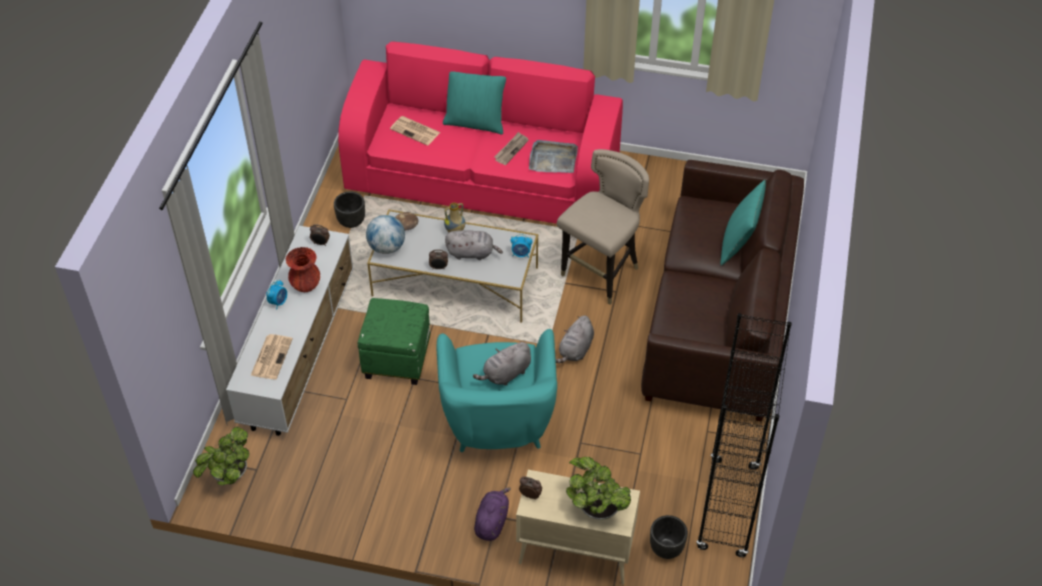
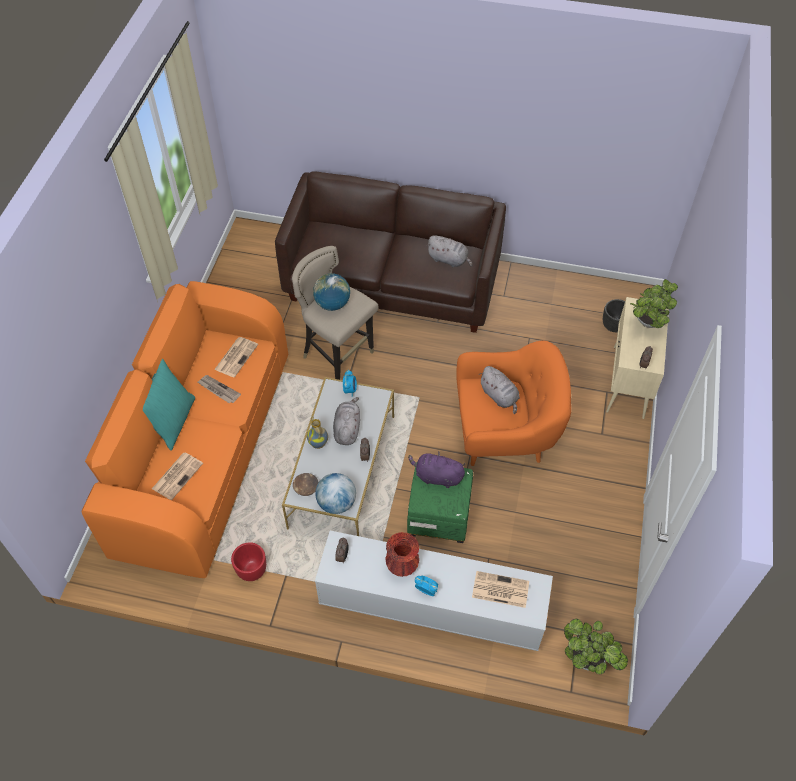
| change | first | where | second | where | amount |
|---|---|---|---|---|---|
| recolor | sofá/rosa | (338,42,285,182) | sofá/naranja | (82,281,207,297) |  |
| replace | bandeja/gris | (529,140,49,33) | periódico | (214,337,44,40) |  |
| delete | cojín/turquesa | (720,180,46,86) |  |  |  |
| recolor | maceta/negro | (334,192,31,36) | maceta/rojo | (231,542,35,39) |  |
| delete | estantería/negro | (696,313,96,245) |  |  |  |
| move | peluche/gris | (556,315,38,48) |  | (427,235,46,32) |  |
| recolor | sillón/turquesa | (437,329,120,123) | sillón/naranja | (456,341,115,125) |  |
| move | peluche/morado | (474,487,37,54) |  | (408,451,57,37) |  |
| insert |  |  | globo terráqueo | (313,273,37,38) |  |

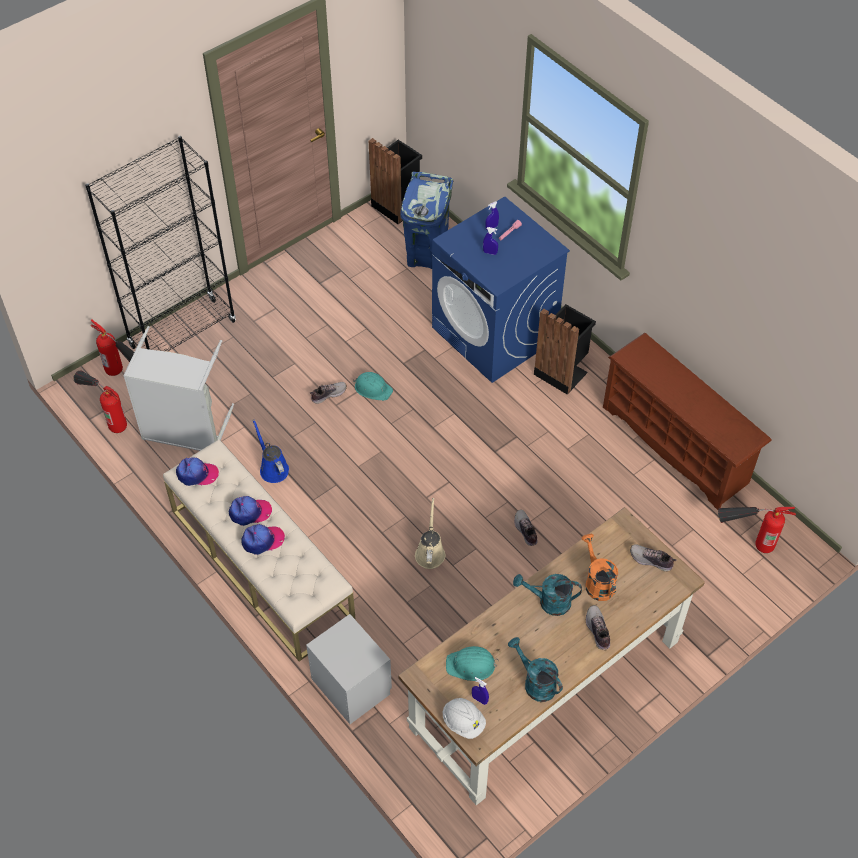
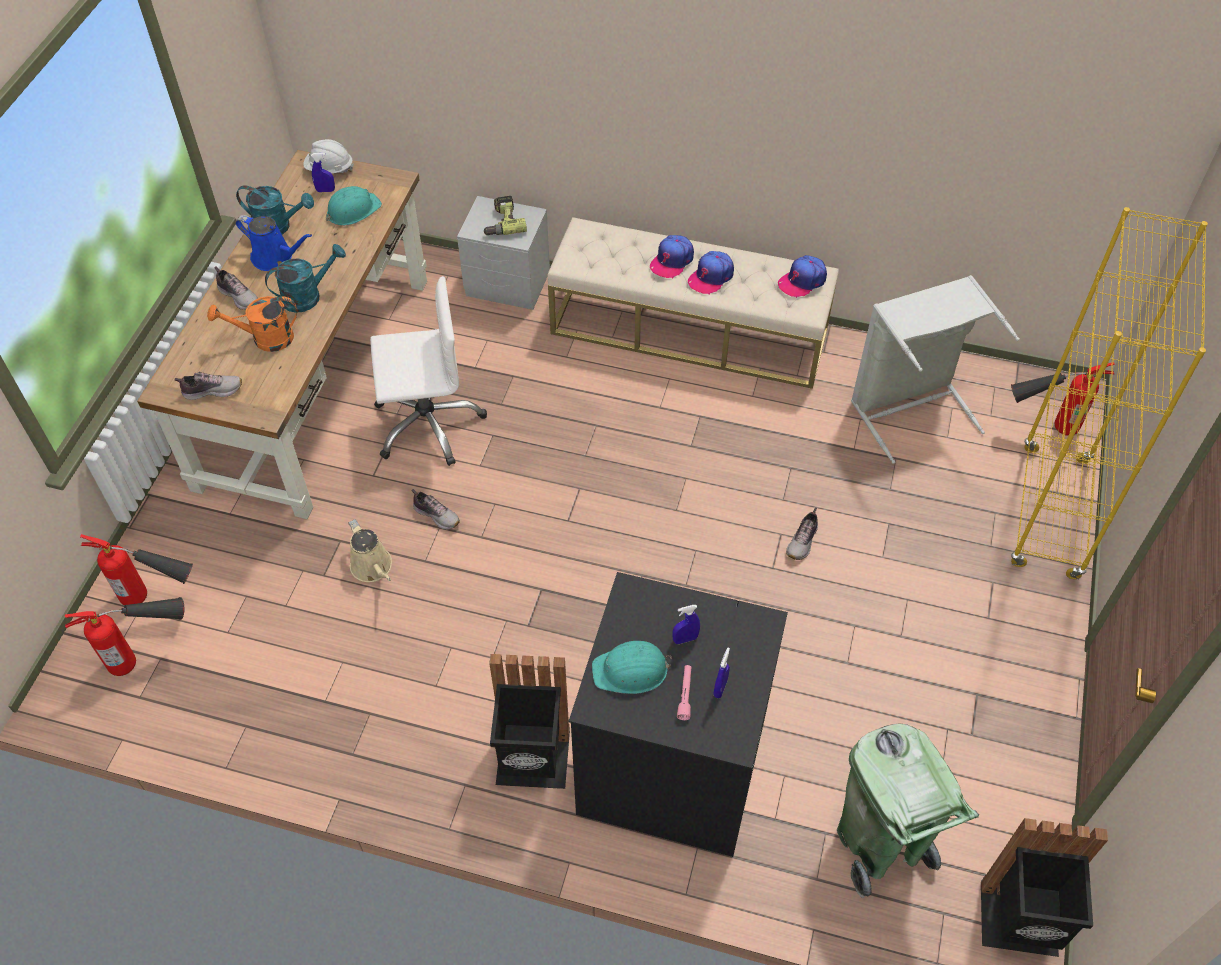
| change | first | where | second | where | amount |
|---|---|---|---|---|---|
| recolor | estantería/negro | (85,136,151,216) | estantería/amarillo | (1011,207,197,373) |  |
| recolor | papelera/azul | (401,172,52,97) | papelera/verde | (837,724,142,174) |  |
| recolor | lavadora/azul | (432,196,138,187) | lavadora/negro | (569,572,219,285) |  |
| delete | zapatero/marrón | (603,333,169,177) |  |  |  |
| move | extintor | (73,371,54,62) |  | (80,534,113,72) |  |
| move | casco/turquesa | (353,372,40,29) |  | (592,641,80,53) |  |
| move | regadera/azul | (252,419,37,64) |  | (235,215,77,56) |  |
| move | regadera/beis | (415,498,31,71) |  | (348,519,44,63) |  |
| rotate | regadera/naranja | (581,534,37,67) |  | (207,296,90,56) | 135 degrees clockwise |
| insert |  |  | taladro | (483,196,44,39) |  |
| insert |  |  | silla de oficina/blanco | (370,276,117,190) |  |

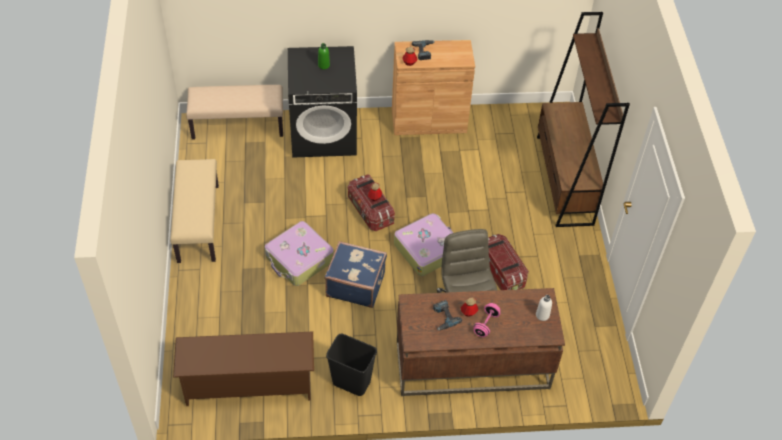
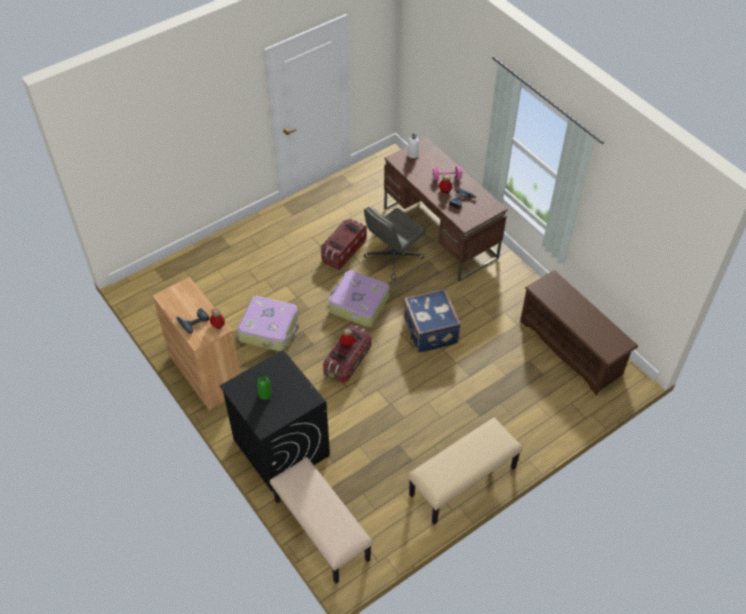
| change | first | where | second | where | amount |
|---|---|---|---|---|---|
| delete | estantería/marrón | (537,12,93,215) |  |  |  |
| move | maleta | (265,221,69,65) |  | (237,296,62,55) |  |
| delete | papelera/negro | (326,334,51,62) |  |  |  |

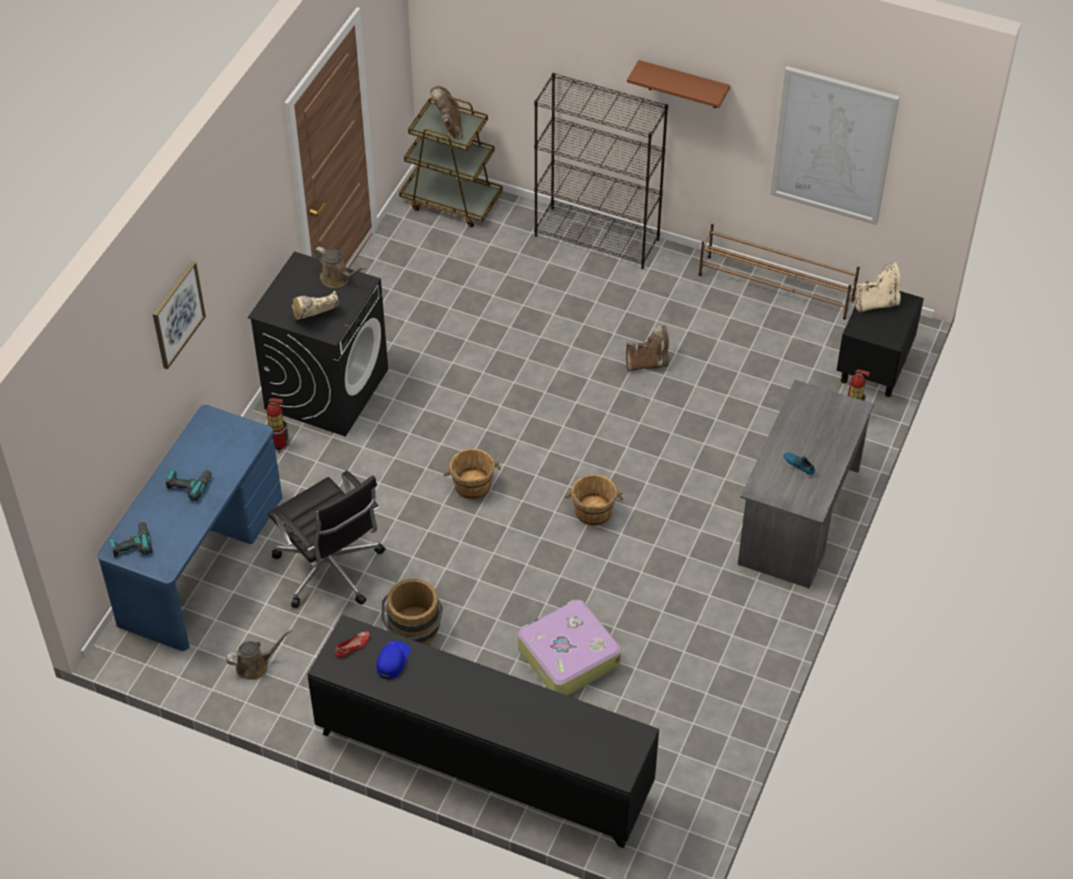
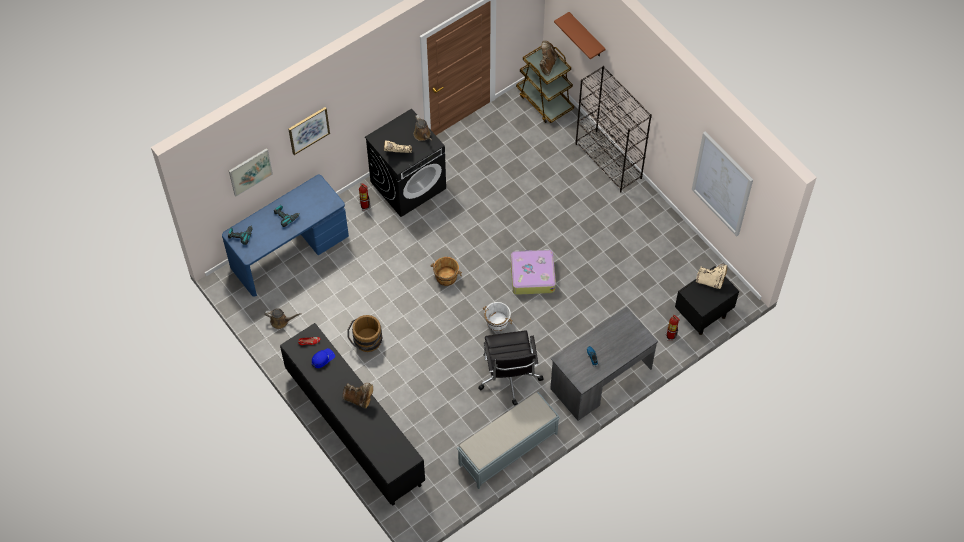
| change | first | where | second | where | amount |
|---|---|---|---|---|---|
| move | estante/marrón | (627,60,103,48) |  | (554,12,52,47) |  |
| delete | zapatero/marrón | (699,224,161,96) |  |  |  |
| move | bota/marrón | (626,325,43,46) |  | (342,383,31,25) |  |
| move | silla de oficina/negro | (268,471,118,137) |  | (478,330,66,76) |  |
| recolor | cubo/marrón | (565,475,58,51) | cubo/blanco | (483,302,30,29) |  |
| move | maleta | (518,599,103,97) |  | (511,249,45,46) |  |
| insert |  |  | cuadro | (229,148,44,48) |  |
| insert |  |  | banco/gris | (457,392,103,97) |  |

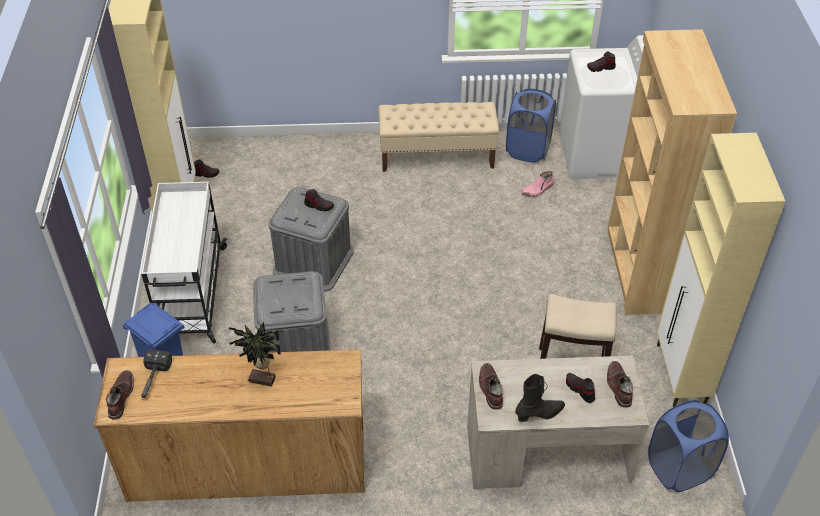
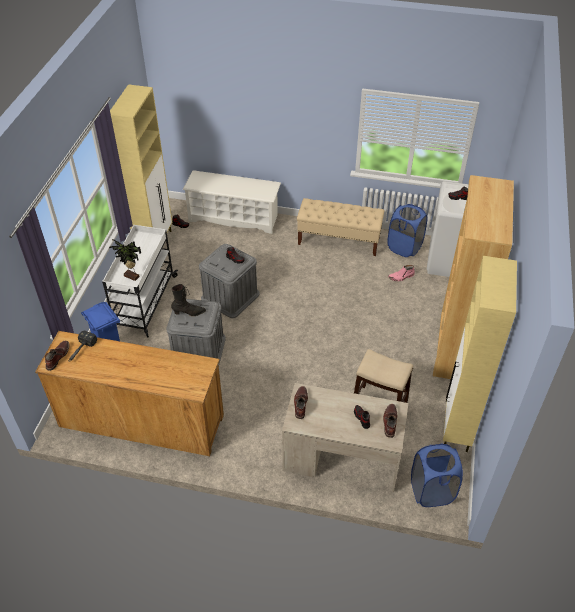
| change | first | where | second | where | amount |
|---|---|---|---|---|---|
| move | planta en maceta | (229,322,52,65) |  | (109,239,32,42) |  |
| move | bota/negro | (515,374,50,48) |  | (171,284,35,32) |  |
| insert |  |  | zapatero/blanco | (183,170,98,64) |  |

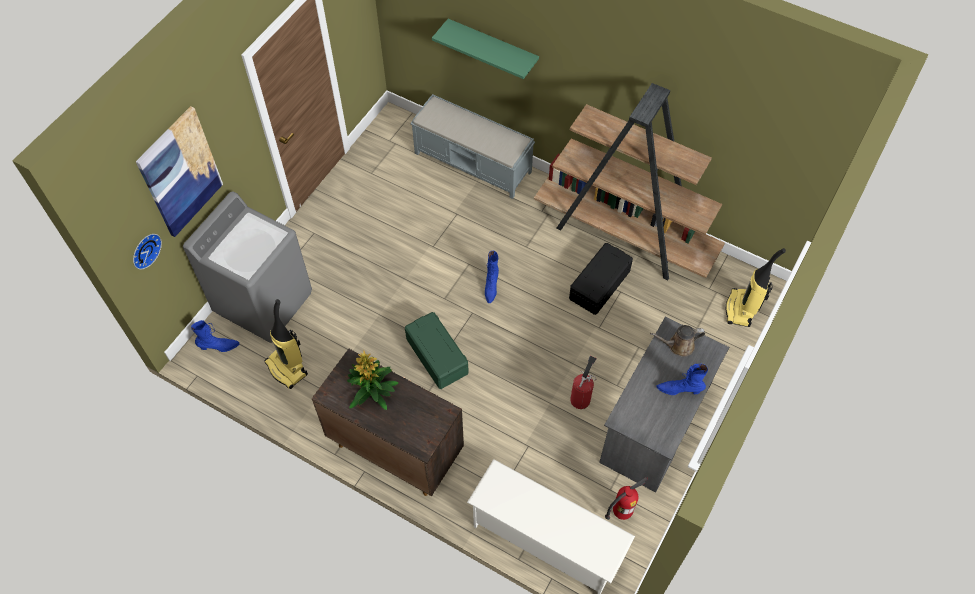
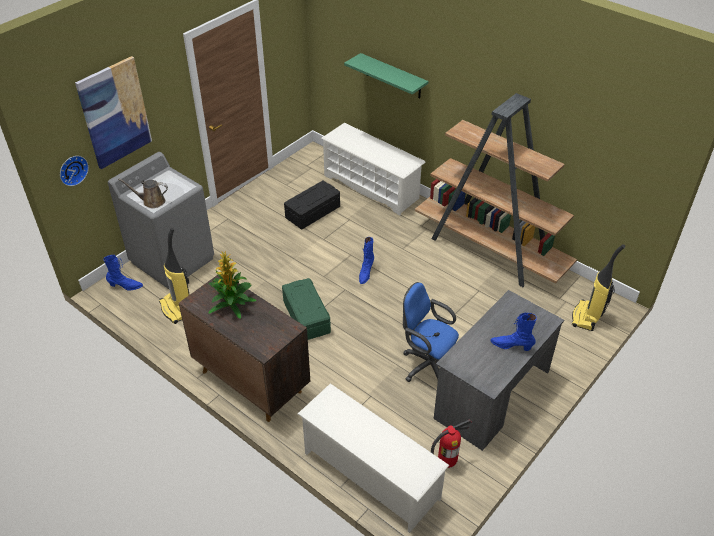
| change | first | where | second | where | amount |
|---|---|---|---|---|---|
| replace | banco/gris | (410,94,125,105) | zapatero/blanco | (322,123,104,93) |  |
| move | caja de almacenaje/negro | (569,243,64,72) |  | (284,181,56,48) |  |
| move | regadera/marrón | (650,325,55,32) |  | (118,178,50,30) |  |
| replace | extintor | (570,356,27,53) | silla de oficina/azul | (403,282,56,100) |  |

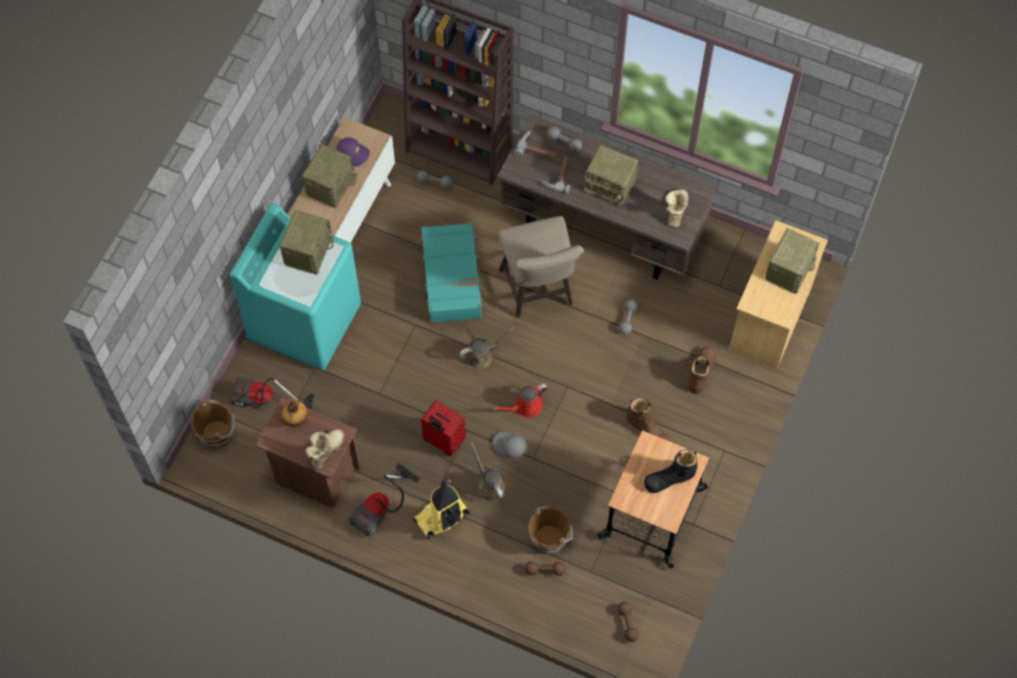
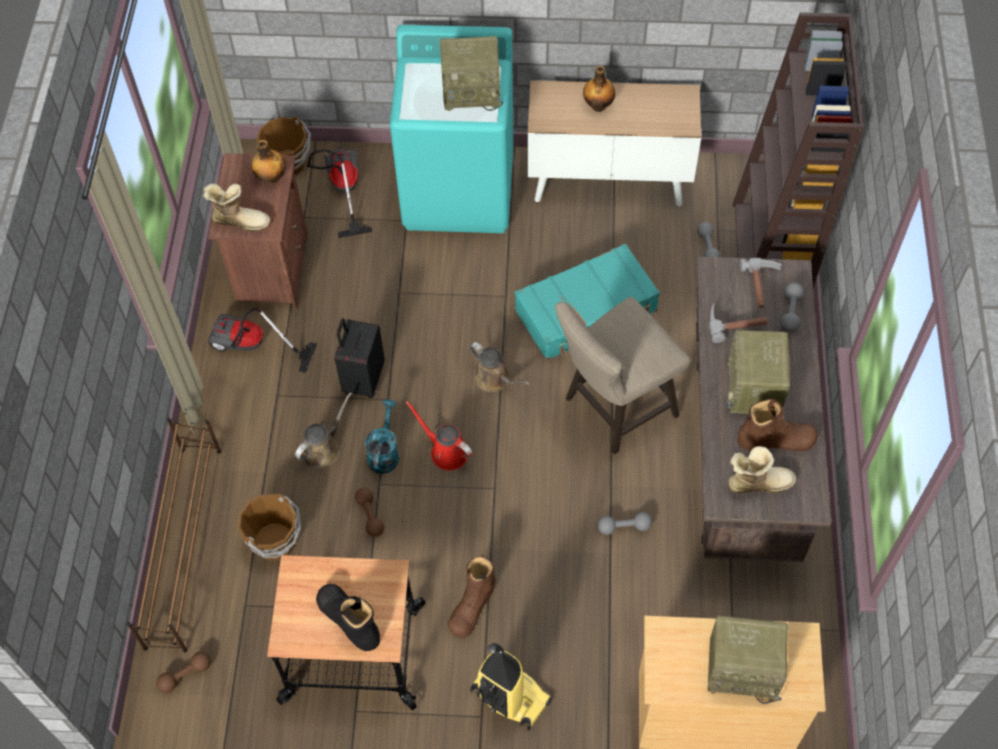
| change | first | where | second | where | amount |
|---|---|---|---|---|---|
| delete | gorra/morado | (336,138,34,29) |  |  |  |
| replace | radio | (302,144,55,64) | botella | (583,66,32,46) |  |
| move | bota/marrón | (688,346,28,48) |  | (737,399,81,52) |  |
| recolor | maleta/rojo | (421,400,45,56) | maleta/negro | (334,318,51,80) |  |
| replace | gorra/gris | (493,431,34,28) | regadera/turquesa | (365,400,34,74) |  |
| move | aspiradora | (413,478,57,62) |  | (470,643,82,88) |  |
| move | mancuerna/marrón | (525,561,41,15) |  | (355,488,29,49) |  |
| insert |  |  | zapatero/marrón | (127,418,94,234) |  |

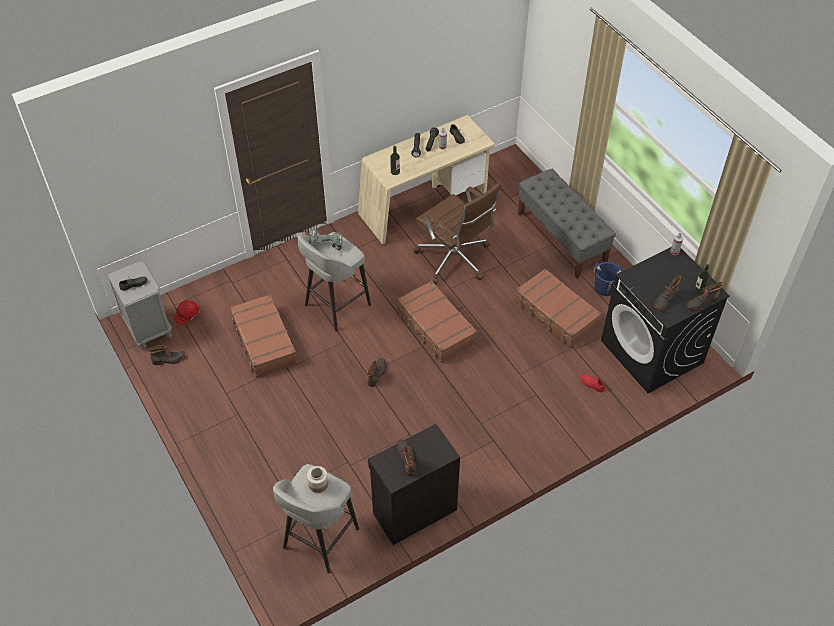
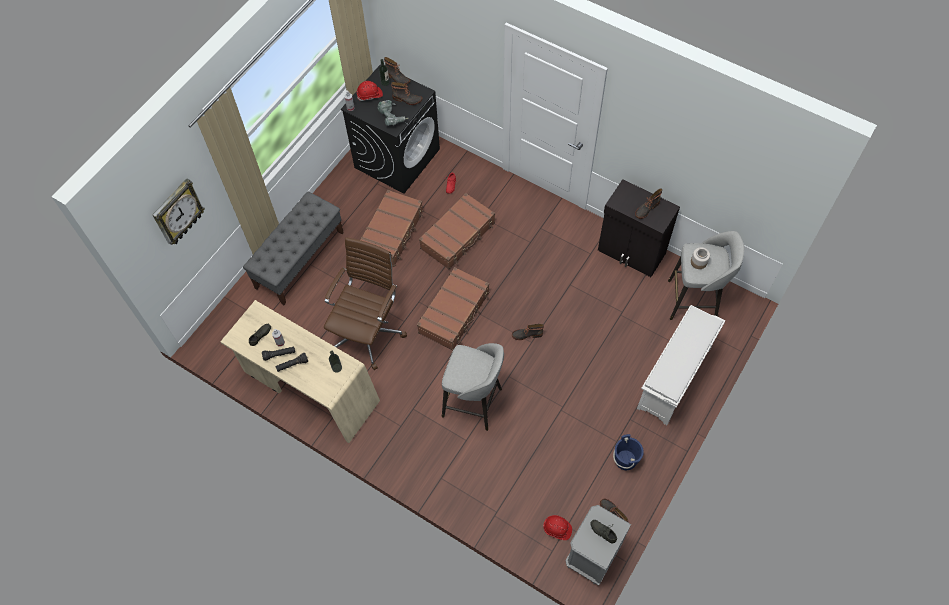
| change | first | where | second | where | amount |
|---|---|---|---|---|---|
| move | taladro | (309,229,34,26) |  | (378,100,30,26) |  |
| move | cubo/azul | (594,262,30,34) |  | (613,434,31,36) |  |
| move | maleta/marrón | (230,294,68,84) |  | (419,193,76,76) |  |
| insert |  |  | casco/rojo | (357,81,26,20) |  |
| insert |  |  | reloj de pared | (153,178,52,67) |  |
| insert |  |  | zapatero/blanco | (637,305,88,120) |  |

